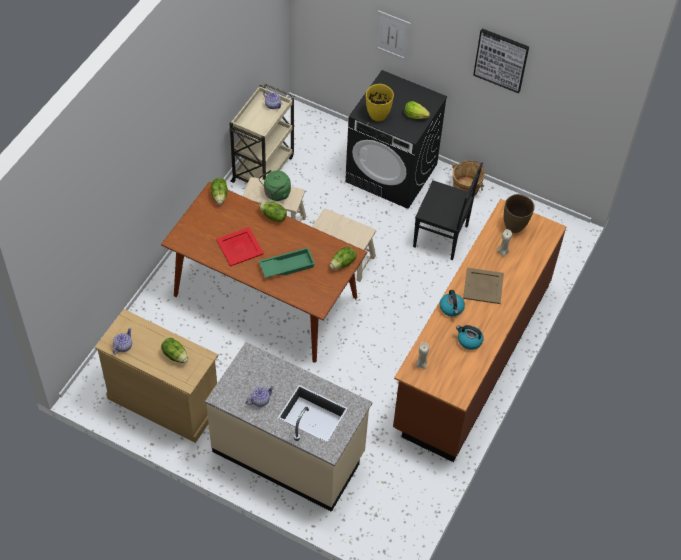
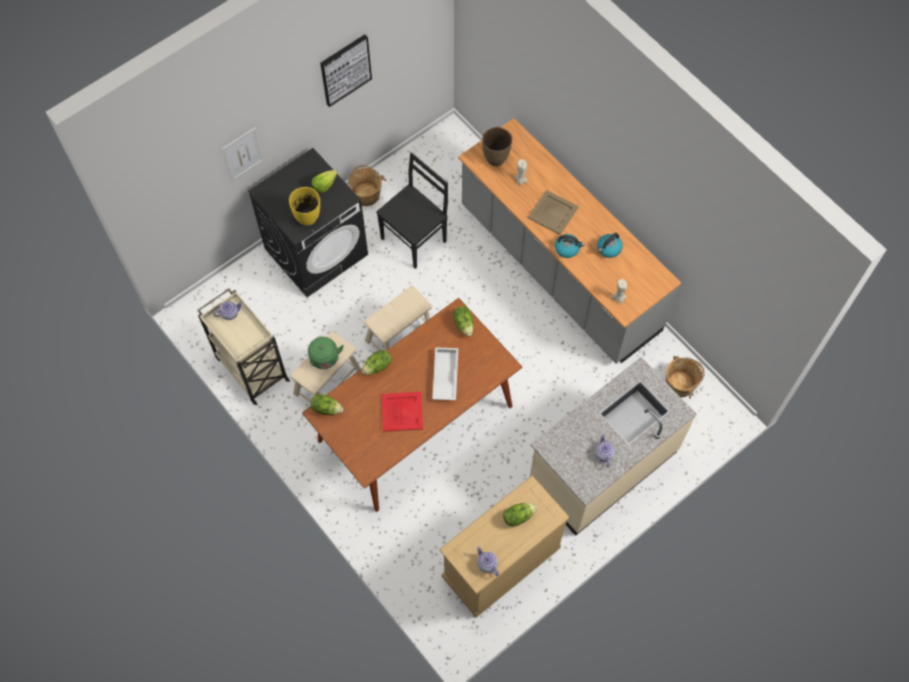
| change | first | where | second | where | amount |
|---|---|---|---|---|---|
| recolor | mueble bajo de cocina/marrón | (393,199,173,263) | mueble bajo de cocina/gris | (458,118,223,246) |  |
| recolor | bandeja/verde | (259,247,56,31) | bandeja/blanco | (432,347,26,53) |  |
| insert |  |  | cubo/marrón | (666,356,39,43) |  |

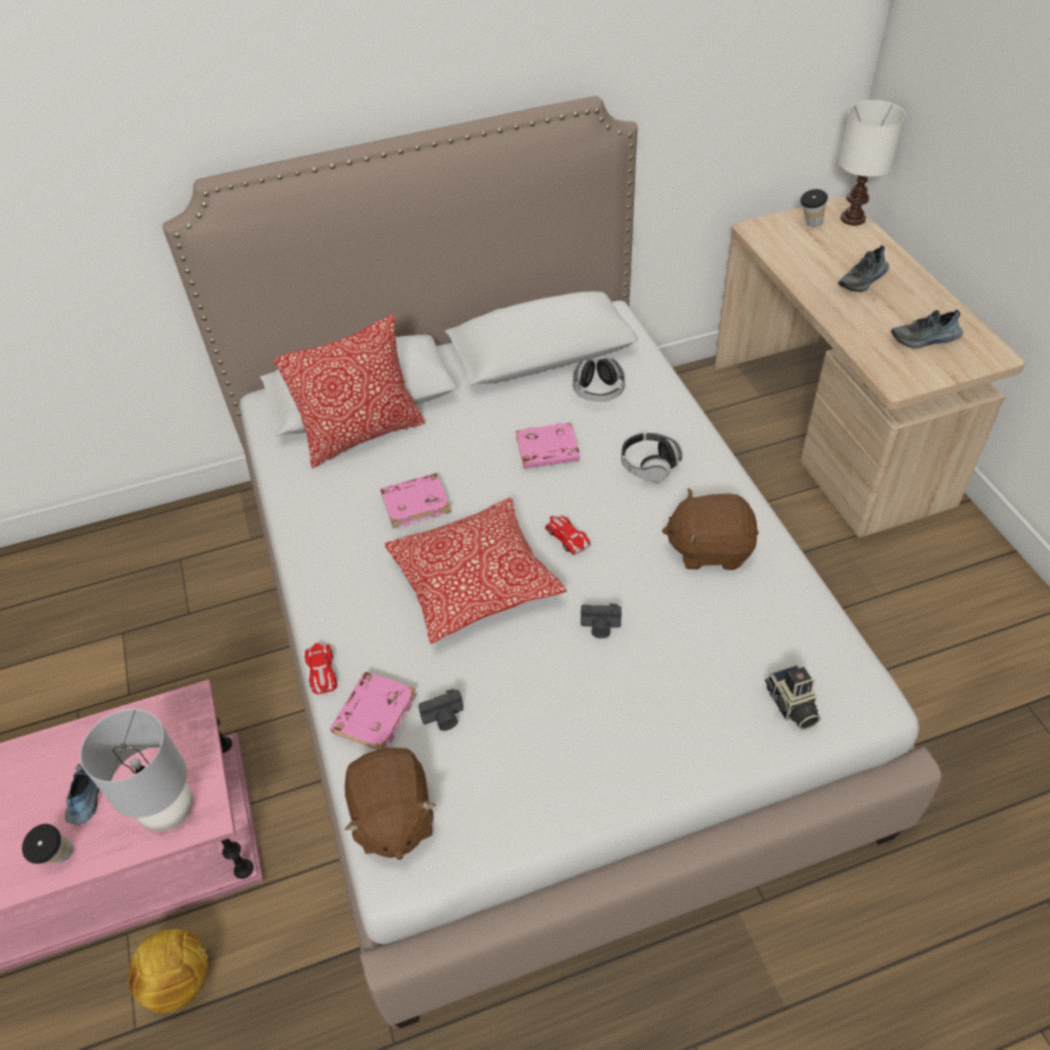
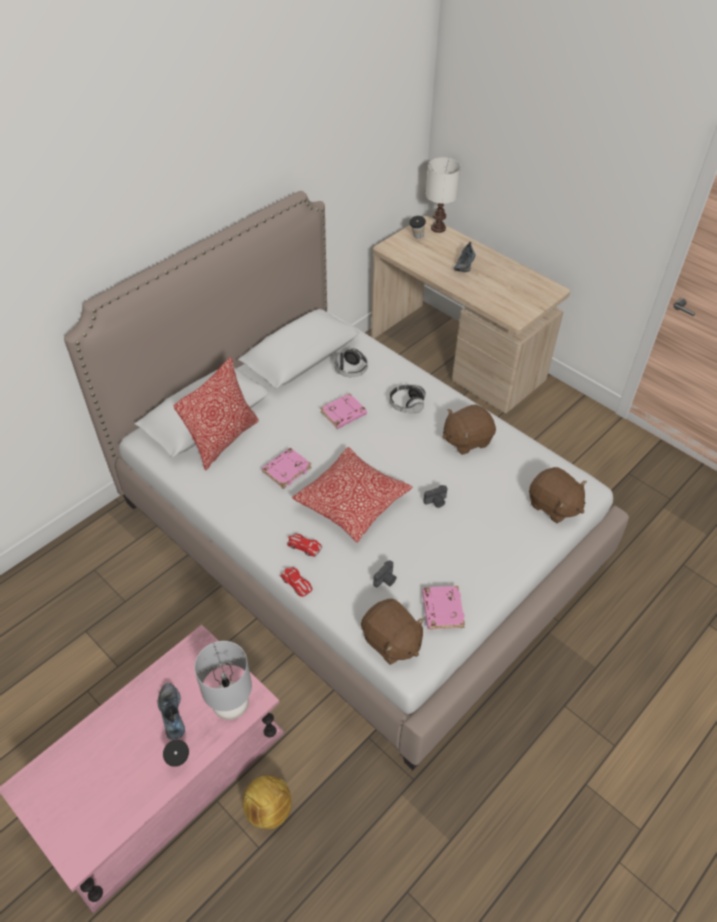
| change | first | where | second | where | amount |
|---|---|---|---|---|---|
| delete | zapato | (891,310,72,39) |  |  |  |
| move | coche de juguete | (545,515,46,40) |  | (287,534,36,23) |  |
| replace | cámara | (765,665,56,65) | peluche/marrón | (529,467,58,56) |  |
| move | libro/rosa | (330,672,86,78) |  | (422,586,43,44) |  |

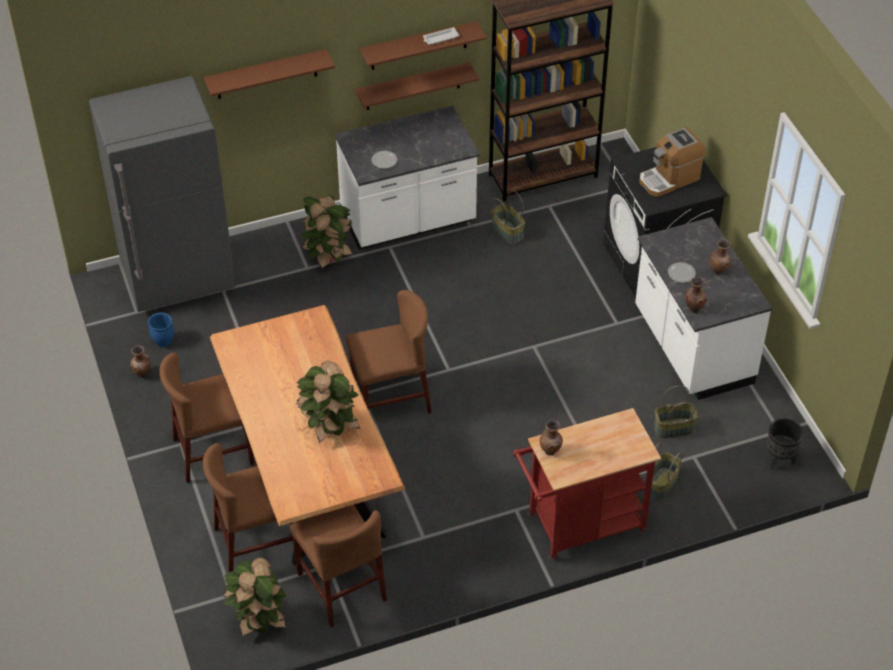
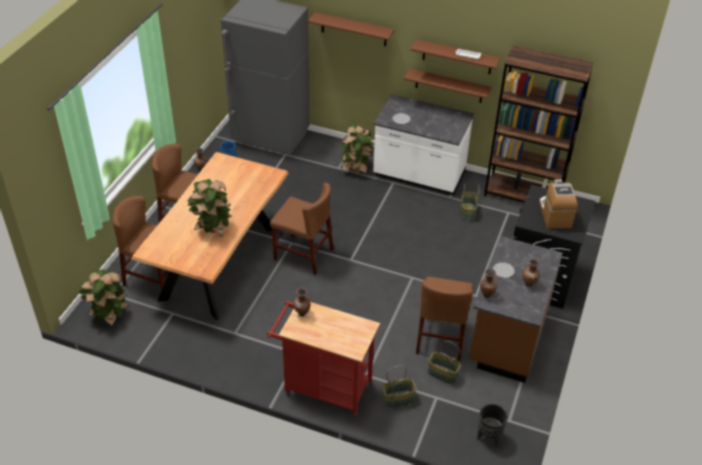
| change | first | where | second | where | amount |
|---|---|---|---|---|---|
| rotate | cafetera | (639,127,67,70) |  | (539,179,39,49) | 75 degrees clockwise |
| recolor | mueble bajo de cocina/blanco | (635,217,137,183) | mueble bajo de cocina/marrón | (469,236,94,147) |  |
| move | silla/marrón | (290,505,97,122) |  | (416,277,57,84) |  |

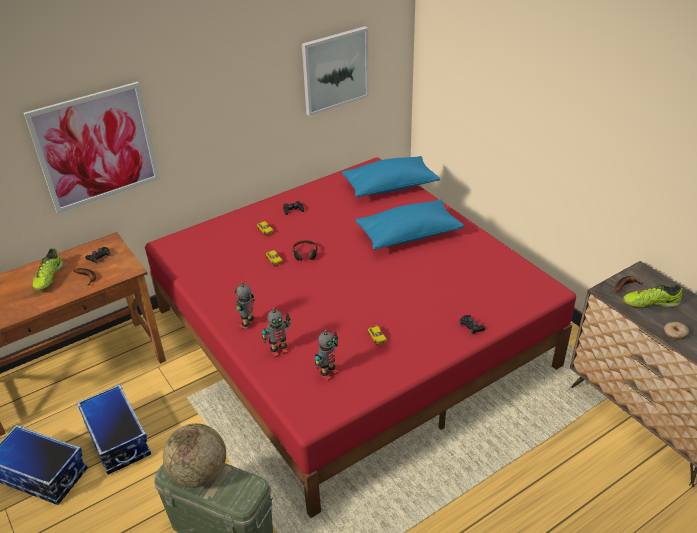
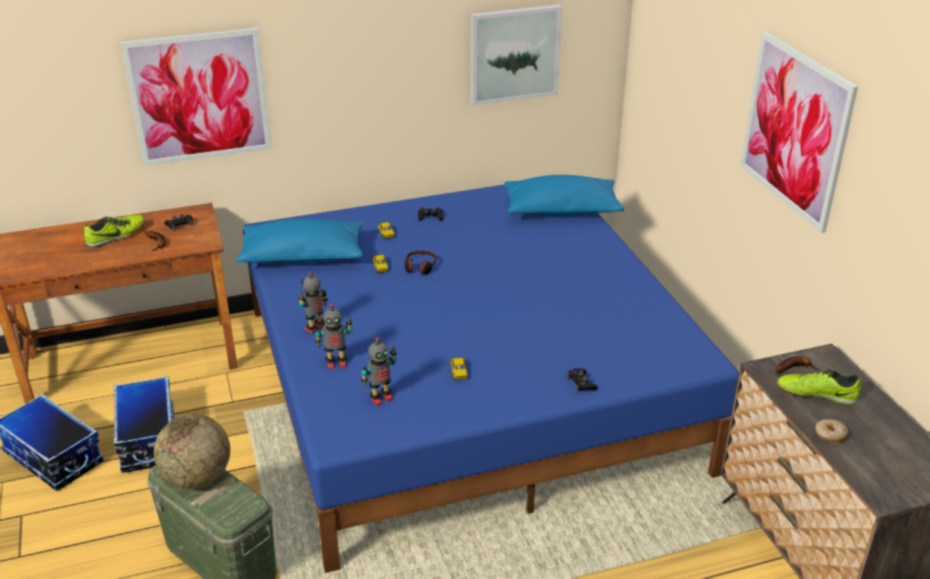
| change | first | where | second | where | amount |
|---|---|---|---|---|---|
| recolor | cama/rojo | (145,157,431,361) | cama/azul | (243,184,496,389) |  |
| move | cojín/azul | (356,199,108,51) |  | (236,218,127,46) |  |
| rotate | zapato | (32,248,31,43) |  | (84,215,61,32) | 150 degrees counterclockwise |
| insert |  |  | cuadro | (740,32,118,201) |  |

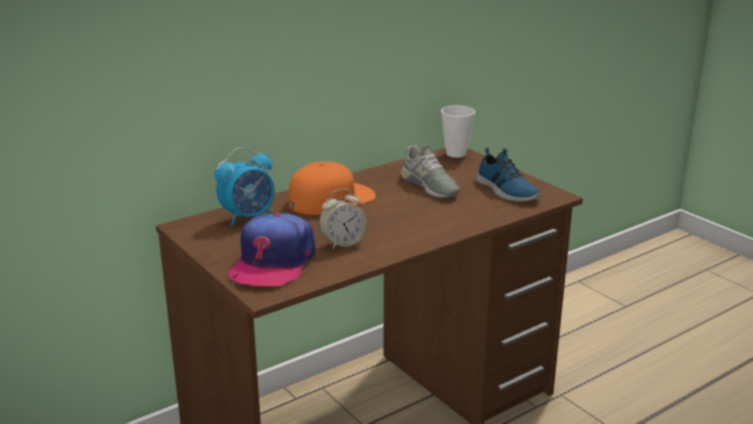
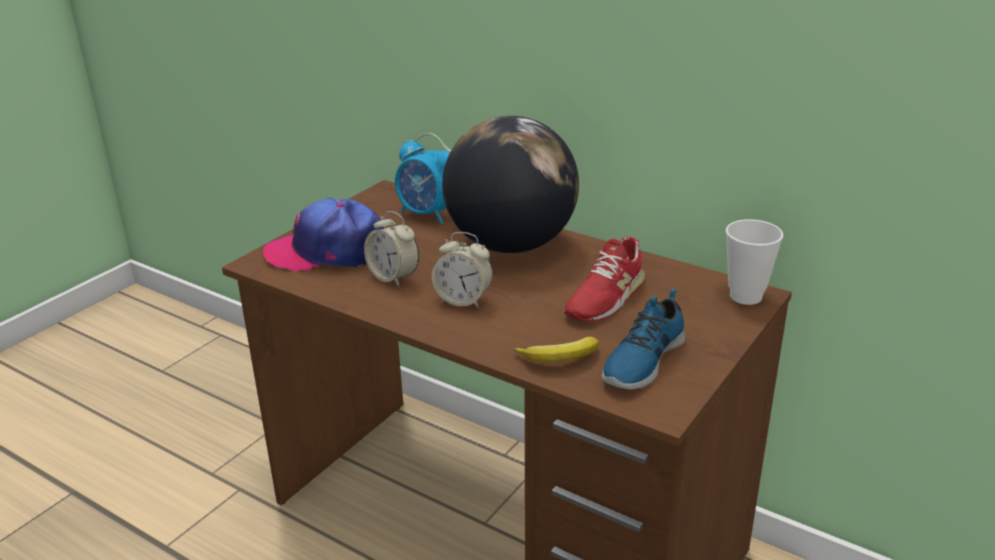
| change | first | where | second | where | amount |
|---|---|---|---|---|---|
| recolor | zapato/gris | (401,145,59,53) | zapato/rojo | (564,236,81,86) |  |
| replace | gorra/naranja | (289,162,87,53) | globo terráqueo | (442,116,137,137) |  |
| insert |  |  | despertador | (432,232,61,76) |  |
| insert |  |  | plátano | (513,337,86,25) |  |

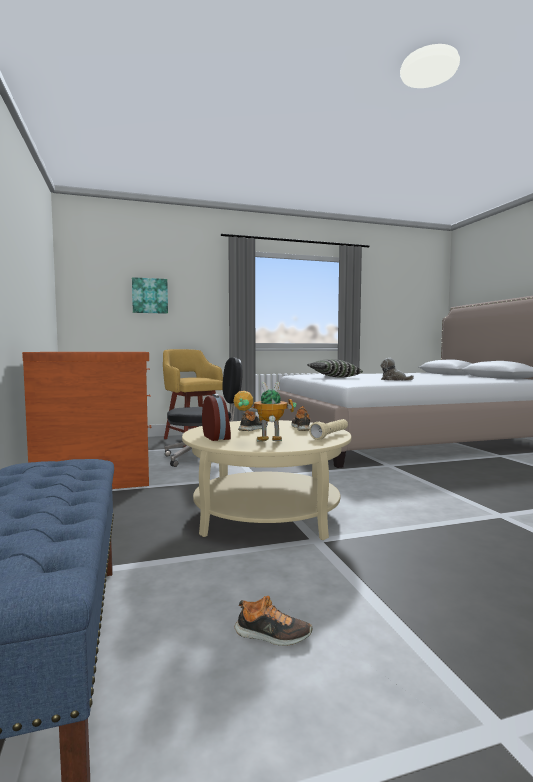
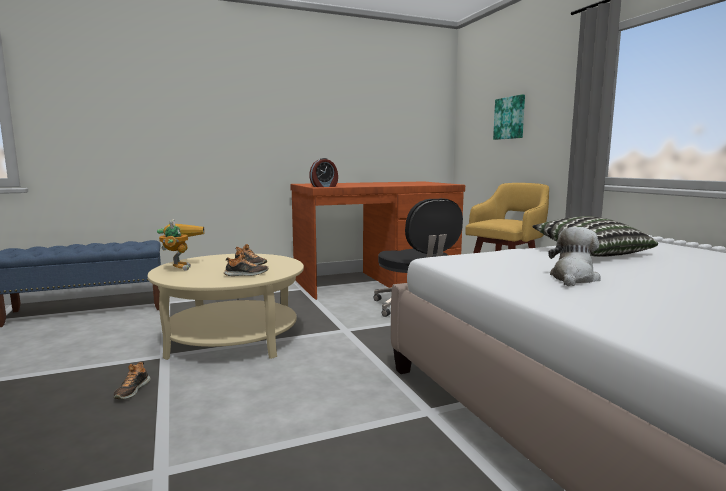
| change | first | where | second | where | amount |
|---|---|---|---|---|---|
| move | despertador | (202,394,29,47) |  | (309,158,29,29) |  |
| delete | linterna/beis | (309,419,39,21) |  |  |  |
| move | zapato | (235,596,77,50) |  | (113,362,38,37) |  |

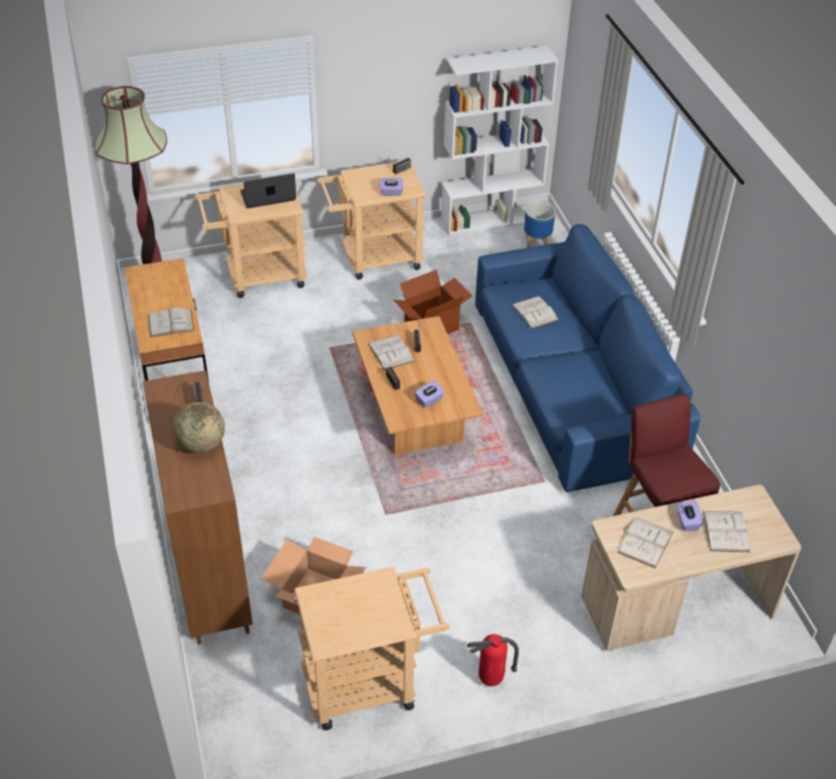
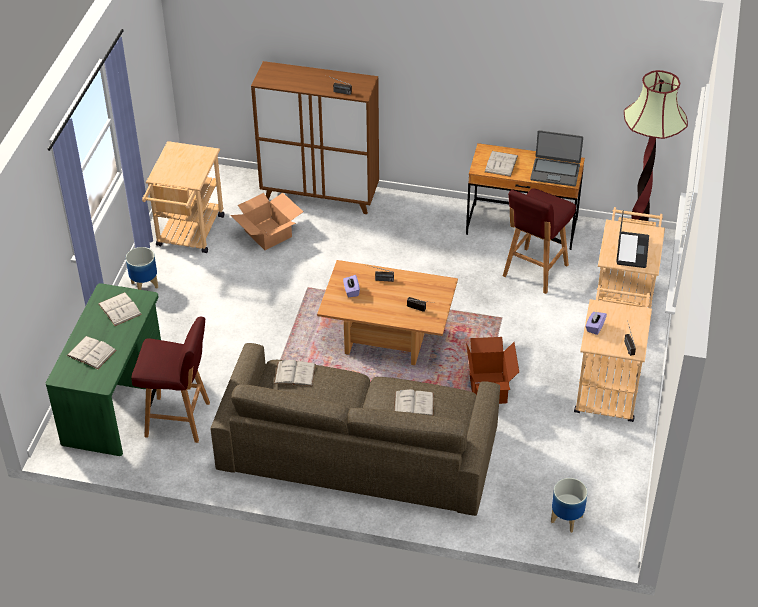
| change | first | where | second | where | amount |
|---|---|---|---|---|---|
| delete | estantería/blanco | (441,46,117,190) |  |  |  |
| recolor | sofá/azul | (475,224,226,268) | sofá/marrón | (211,343,289,173) |  |
| move | libro/blanco | (368,335,47,35) |  | (274,360,42,26) |  |
| delete | globo terráqueo | (173,402,52,51) |  |  |  |
| recolor | escritorio/beis | (581,485,220,166) | escritorio/verde | (46,283,115,173) |  |
| delete | caja de pañuelos/morado | (677,500,26,31) |  |  |  |
| replace | extintor | (467,634,52,52) | maceta | (126,247,32,43) |  |
| insert |  |  | portátil | (530,130,53,56) |  |
| insert |  |  | taburete/rojo | (503,188,73,106) |  |

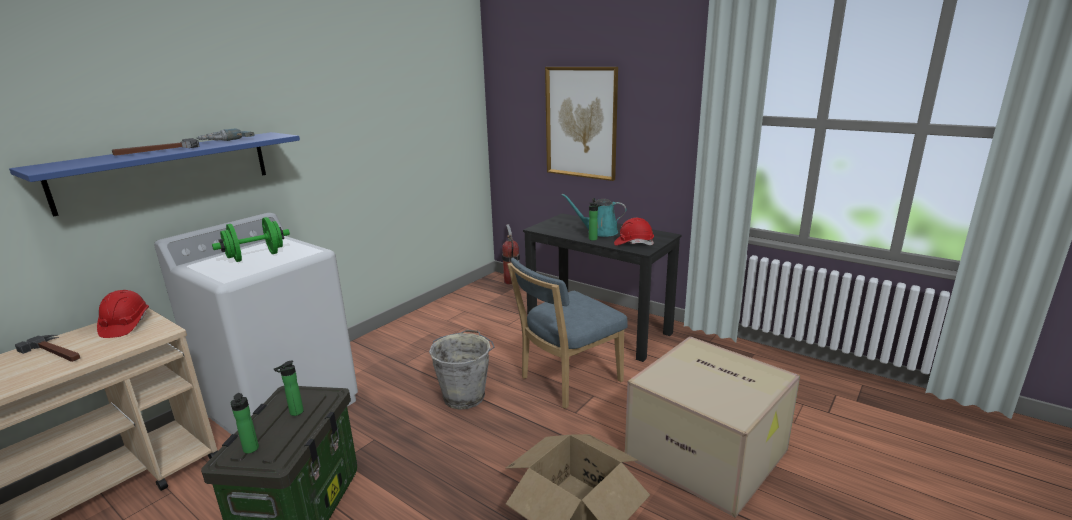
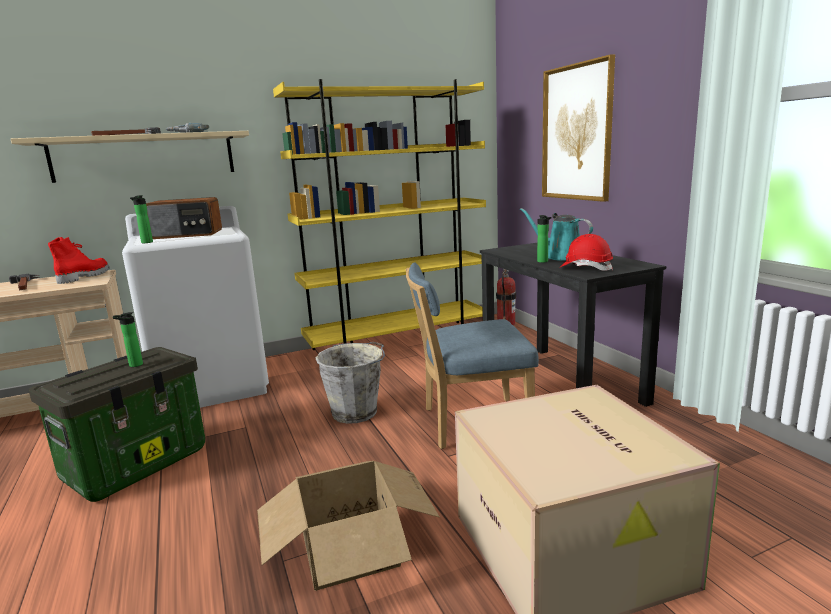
| change | first | where | second | where | amount |
|---|---|---|---|---|---|
| recolor | estante/azul | (9,132,291,85) | estante/beis | (11,131,238,52) |  |
| replace | mancuerna/verde | (212,217,78,45) | radio | (146,197,76,42) |  |
| replace | casco/rojo | (97,290,52,48) | bota/rojo | (48,237,62,47) |  |
| move | botella | (230,393,29,61) |  | (130,195,23,48) |  |
| insert |  |  | estantería/amarillo | (273,79,213,271) |  |

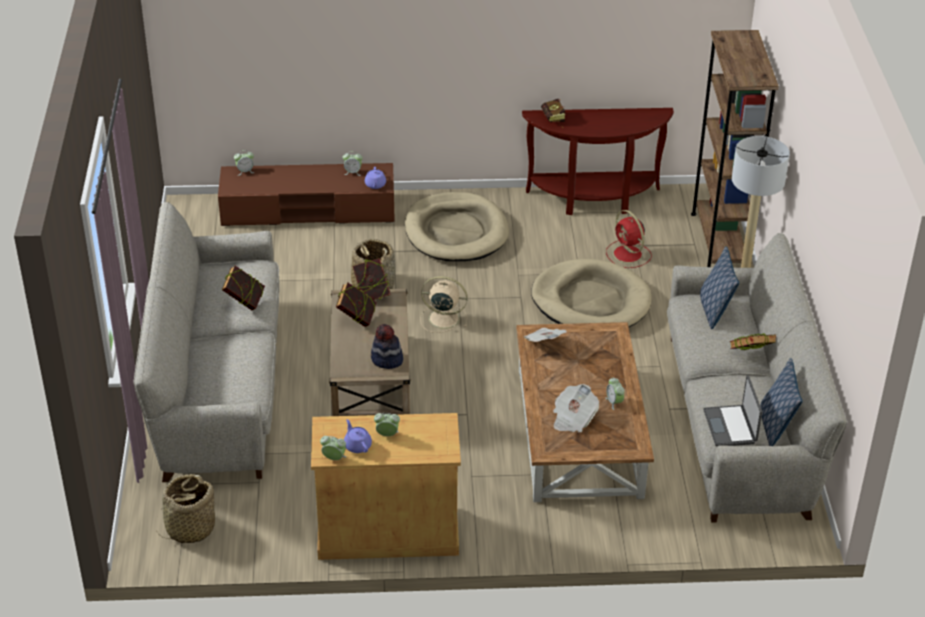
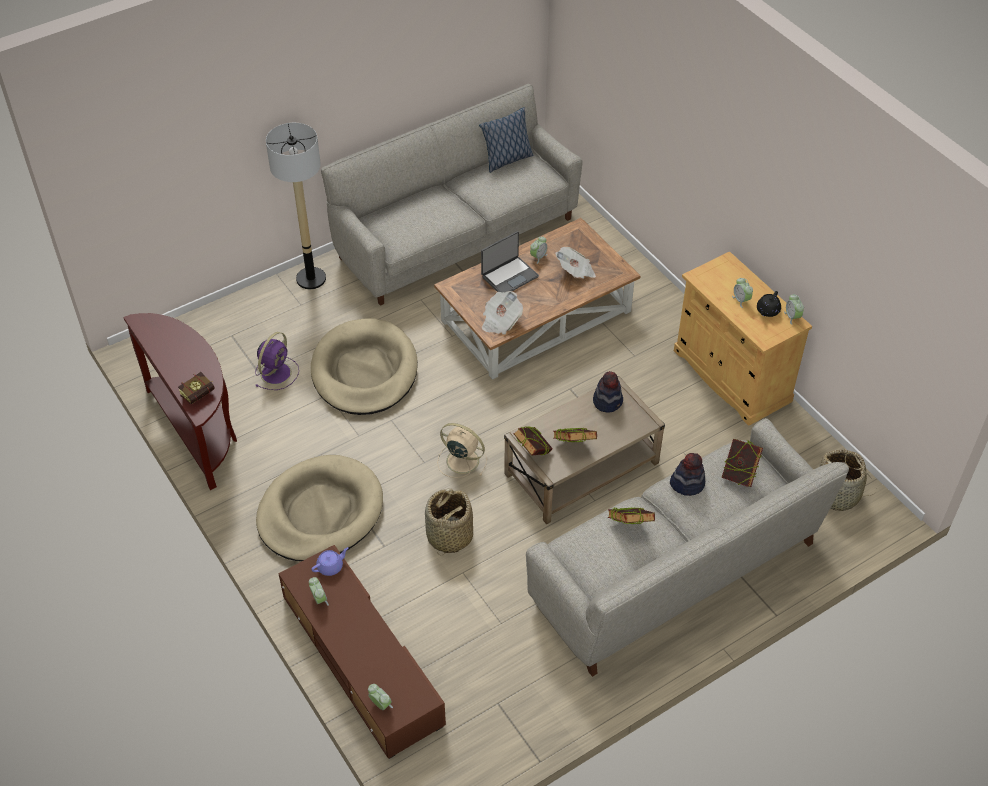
| change | first | where | second | where | amount |
|---|---|---|---|---|---|
| delete | estantería/marrón | (691,30,88,237) |  |  |  |
| recolor | ventilador/rojo | (606,210,46,58) | ventilador/morado | (255,332,44,58) |  |
| delete | cojín | (700,246,39,83) |  |  |  |
| rotate | ventilador/beis | (420,276,48,57) |  | (437,423,50,55) | 135 degrees clockwise |
| move | libro | (729,334,47,16) |  | (721,439,42,48) |  |
| move | portátil | (703,375,59,72) |  | (481,231,58,62) |  |
| recolor | tetera/morado | (344,419,28,34) | tetera/negro | (757,291,24,26) |  |
| insert |  |  | sombrero | (670,453,35,43) |  |

